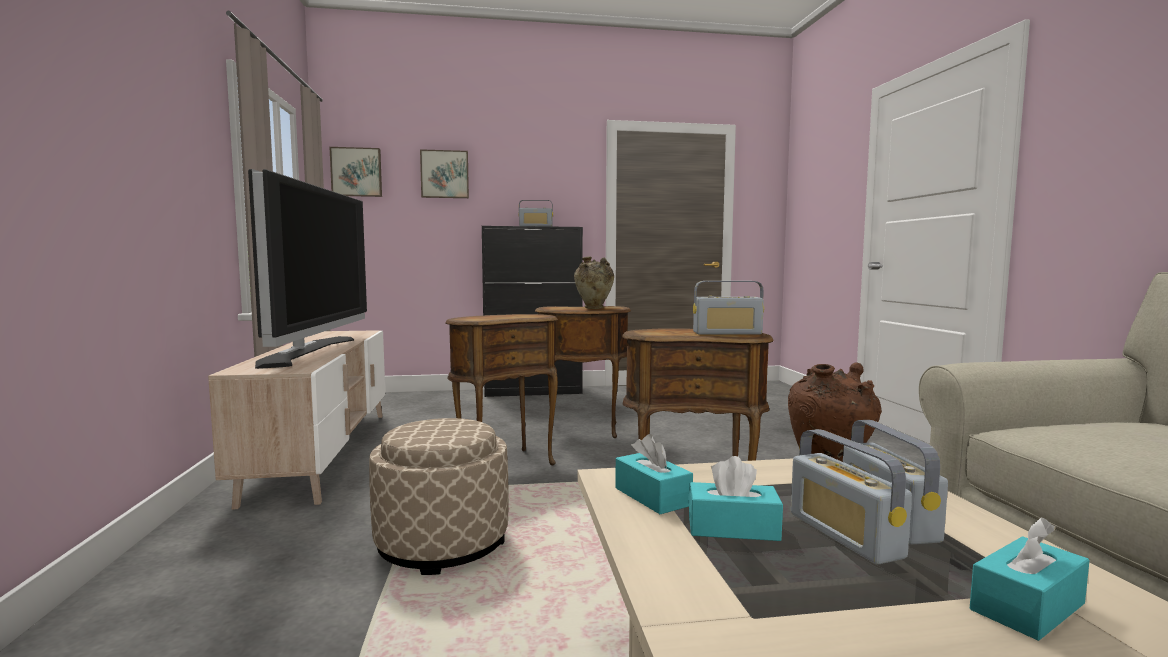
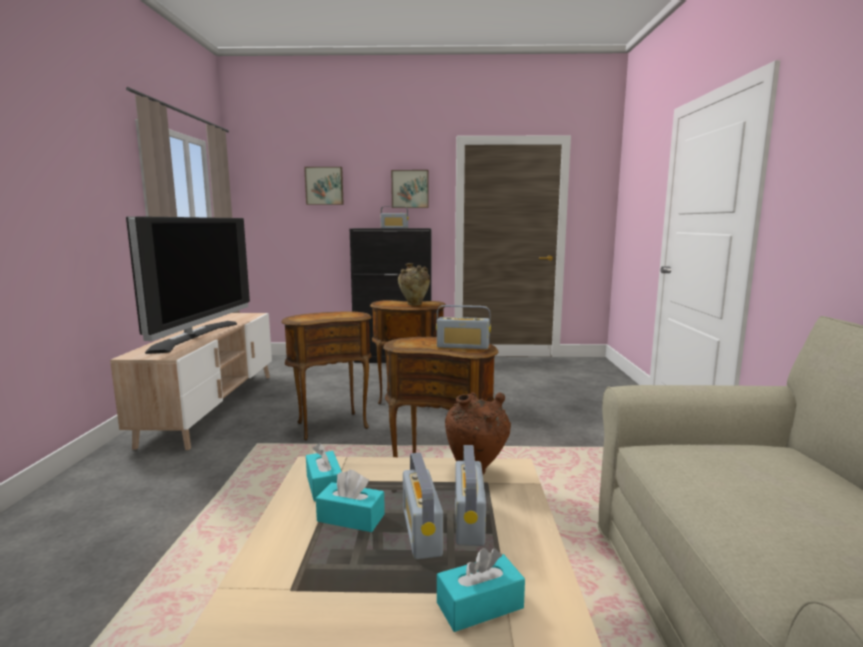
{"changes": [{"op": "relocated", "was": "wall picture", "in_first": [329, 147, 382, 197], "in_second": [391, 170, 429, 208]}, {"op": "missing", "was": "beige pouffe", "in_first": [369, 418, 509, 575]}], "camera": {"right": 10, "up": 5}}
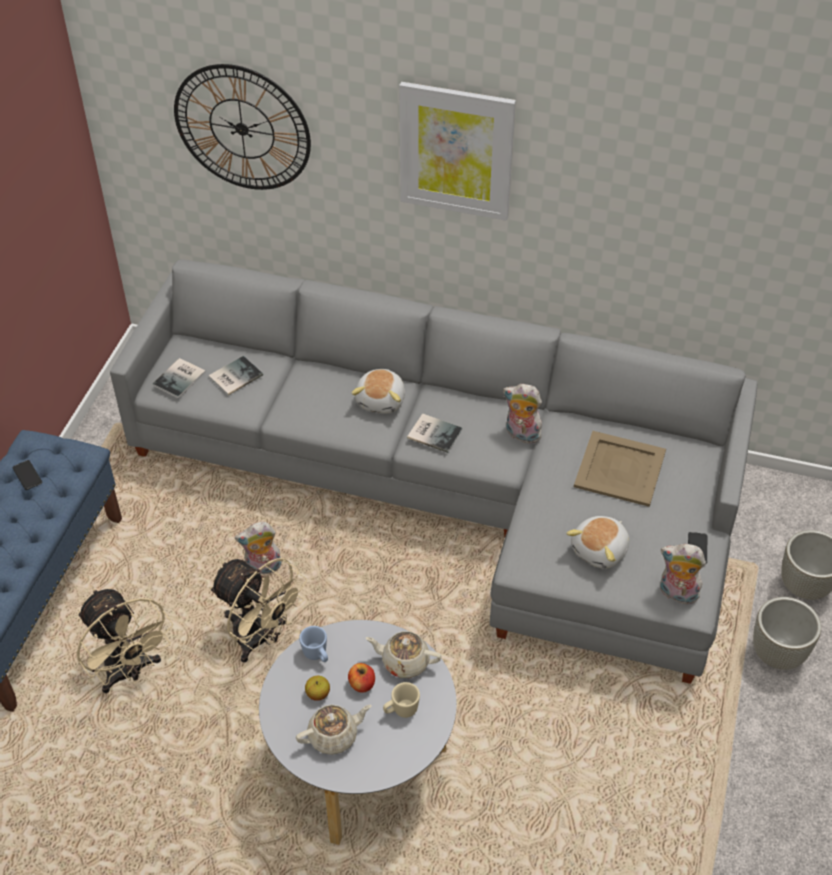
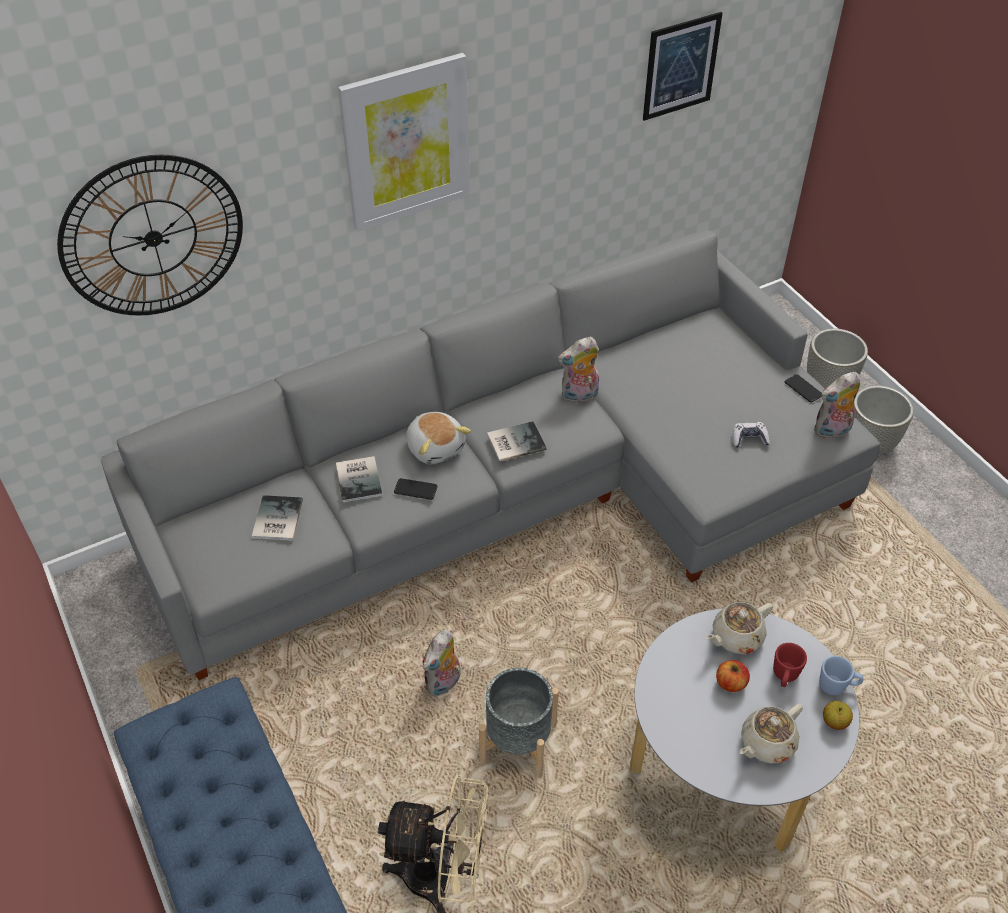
{"changes": [{"op": "relocated", "was": "telephone", "in_first": [12, 460, 42, 490], "in_second": [394, 478, 438, 500]}, {"op": "relocated", "was": "book", "in_first": [152, 358, 206, 398], "in_second": [336, 456, 382, 503]}, {"op": "exchanged", "was": "beige electric fan", "now": "gray flower pot", "in_first": [209, 558, 307, 663], "in_second": [479, 667, 559, 778]}, {"op": "spun", "was": "beige pot for tea", "in_first": [296, 705, 372, 755], "in_second": [739, 704, 803, 764], "clockwise": -150}, {"op": "relocated", "was": "bluish mug", "in_first": [299, 626, 328, 662], "in_second": [819, 656, 863, 695]}, {"op": "relocated", "was": "apple", "in_first": [305, 676, 330, 701], "in_second": [823, 701, 853, 730]}, {"op": "colour", "was": "beige mug", "now": "red mug", "in_first": [383, 682, 420, 718], "in_second": [773, 643, 807, 687]}, {"op": "exchanged", "was": "plush toy", "now": "joypad", "in_first": [566, 516, 629, 569], "in_second": [732, 422, 770, 448]}, {"op": "missing", "was": "beige serving tray", "in_first": [574, 431, 666, 507]}, {"op": "appeared", "now": "wall picture", "in_second": [643, 12, 722, 121]}], "camera": {"right": -45, "up": 0}}
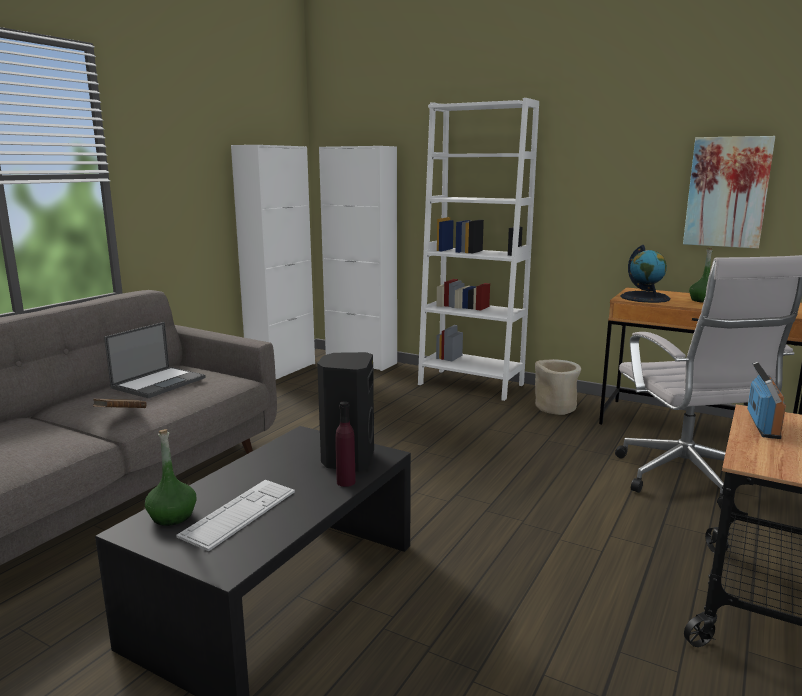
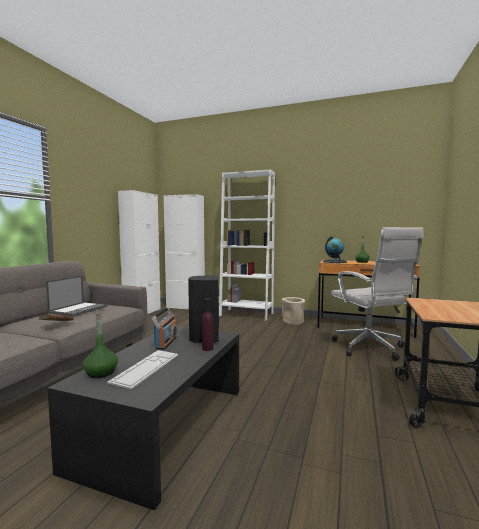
{"changes": [{"op": "missing", "was": "wall picture", "in_first": [683, 136, 775, 248]}, {"op": "relocated", "was": "radio set", "in_first": [747, 362, 786, 439], "in_second": [152, 308, 177, 350]}], "camera": {"right": -10, "up": -10}}
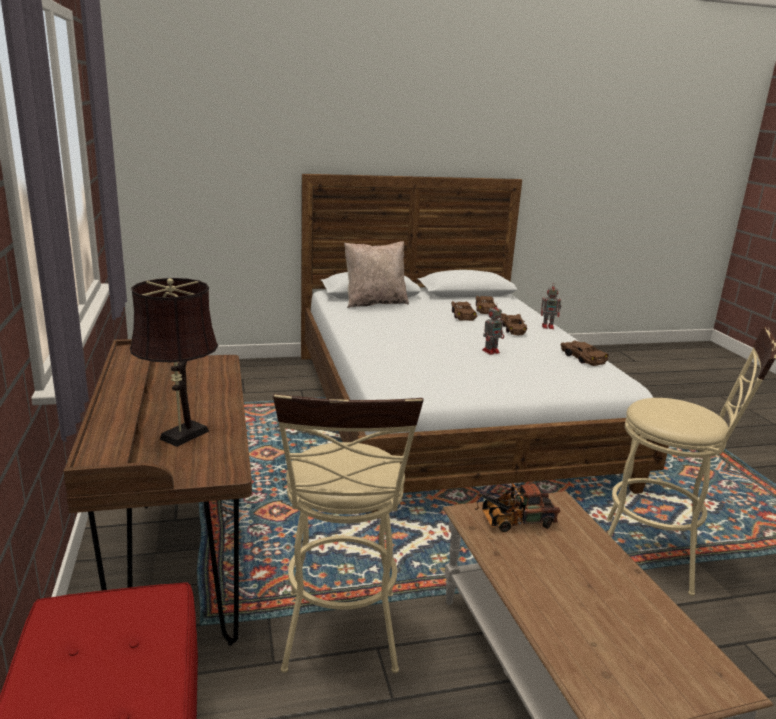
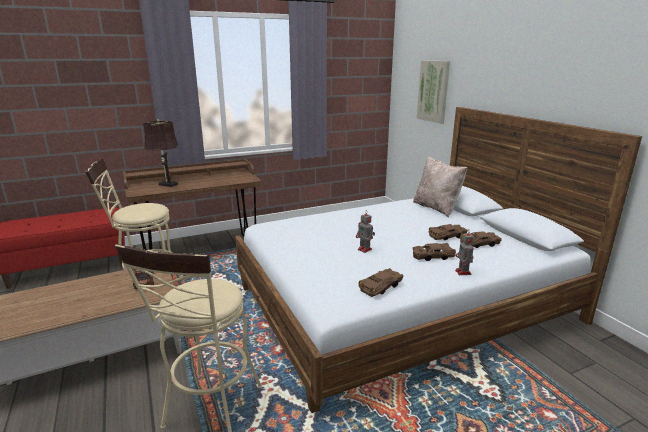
{"changes": [{"op": "appeared", "now": "wall picture", "in_second": [417, 60, 450, 124]}], "camera": {"right": 80, "up": 0}}
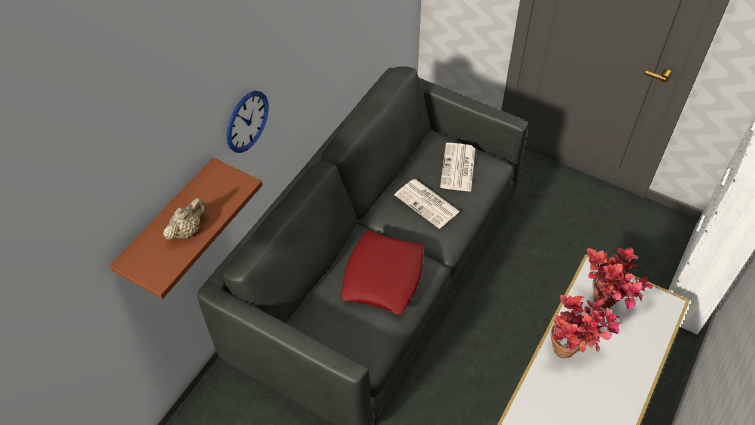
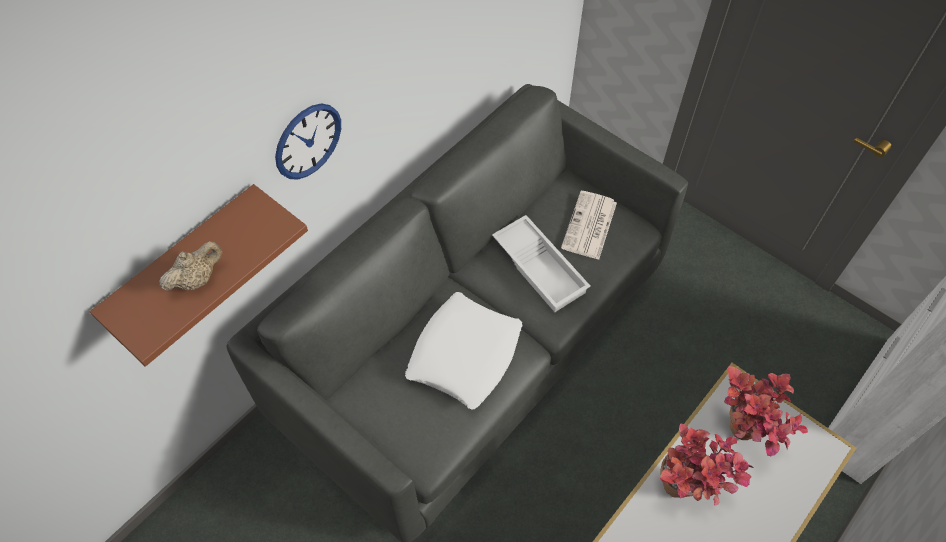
{"changes": [{"op": "colour", "was": "red pillow", "now": "white-coloured pillow", "in_first": [341, 231, 424, 315], "in_second": [405, 292, 523, 410]}, {"op": "exchanged", "was": "newspaper", "now": "white-coloured serving tray", "in_first": [394, 179, 460, 229], "in_second": [492, 215, 590, 312]}], "camera": {"right": 10, "up": 5}}
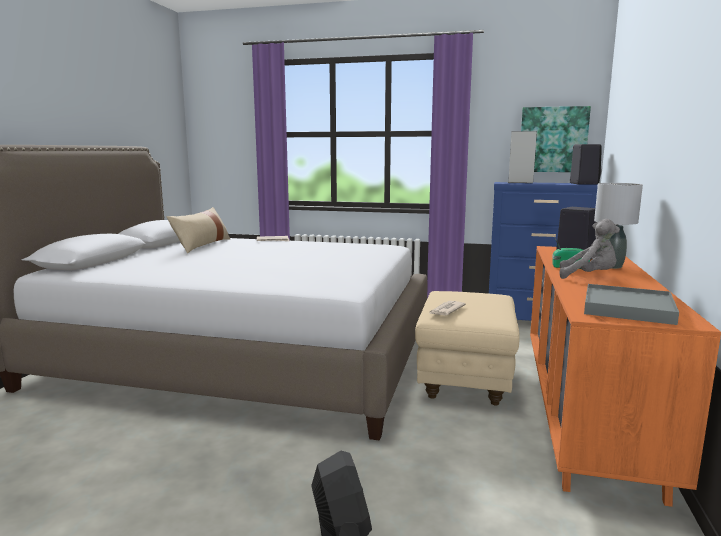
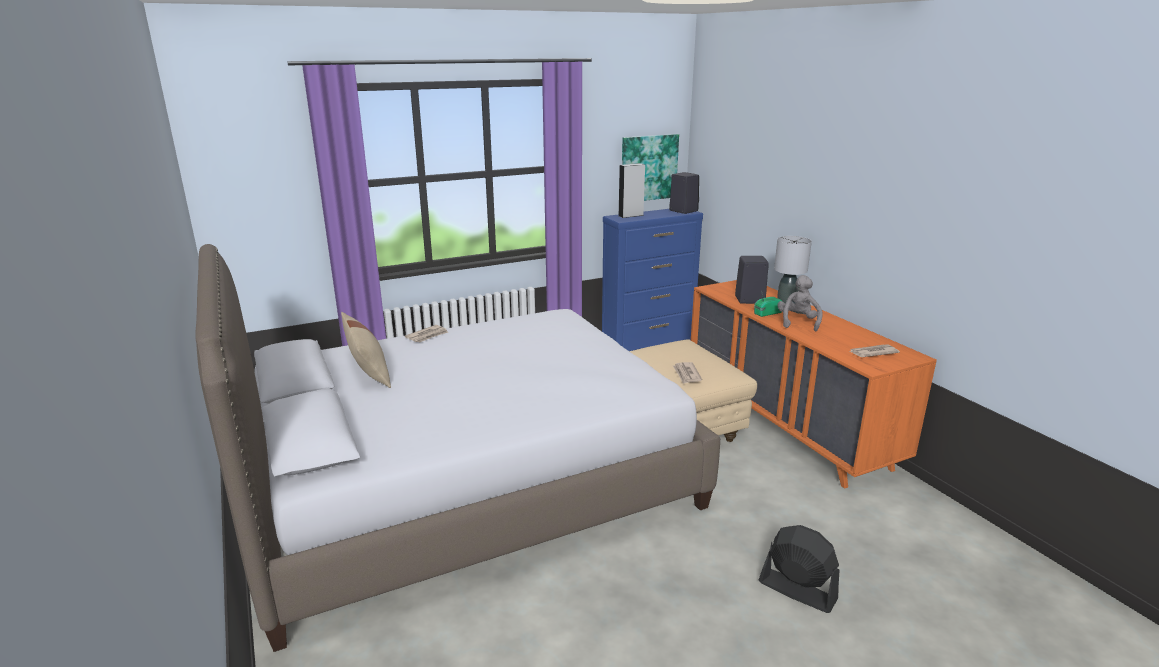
{"changes": [{"op": "spun", "was": "gray plush toy", "in_first": [560, 219, 620, 279], "in_second": [777, 275, 823, 331], "clockwise": -60}, {"op": "exchanged", "was": "gray serving tray", "now": "newspaper", "in_first": [584, 284, 679, 325], "in_second": [849, 344, 900, 357]}], "camera": {"right": -40, "up": 10}}
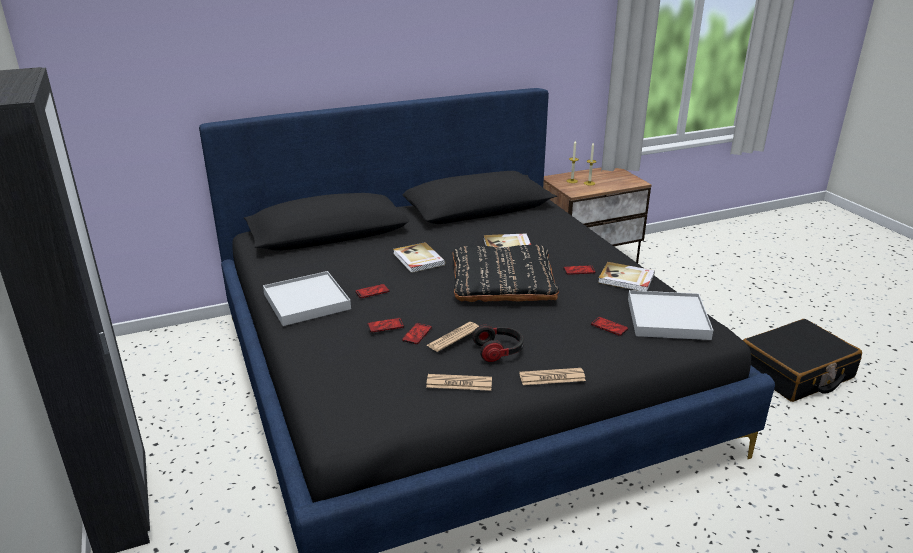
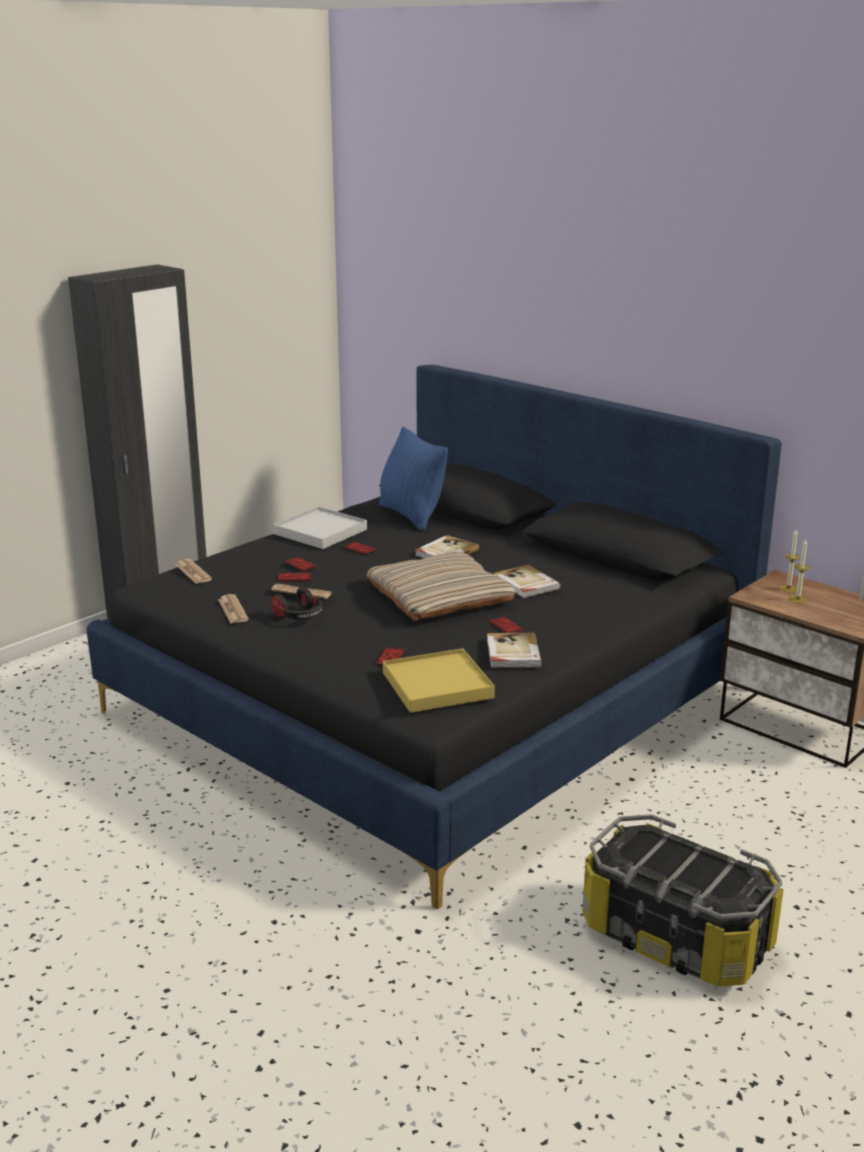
{"changes": [{"op": "colour", "was": "black pillow", "now": "beige pillow", "in_first": [452, 245, 559, 302], "in_second": [366, 552, 516, 621]}, {"op": "relocated", "was": "newspaper", "in_first": [519, 368, 586, 385], "in_second": [175, 559, 212, 584]}, {"op": "colour", "was": "white-coloured serving tray", "now": "yellow serving tray", "in_first": [628, 290, 713, 340], "in_second": [383, 648, 495, 713]}, {"op": "exchanged", "was": "black piece of luggage", "now": "storage container", "in_first": [743, 319, 862, 402], "in_second": [583, 814, 784, 987]}, {"op": "appeared", "now": "bluish pillow", "in_second": [379, 427, 448, 531]}], "camera": {"right": 65, "up": -5}}
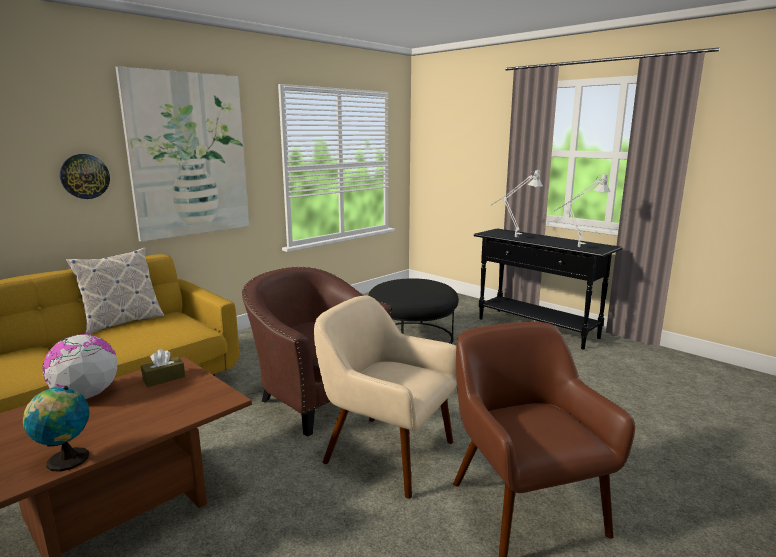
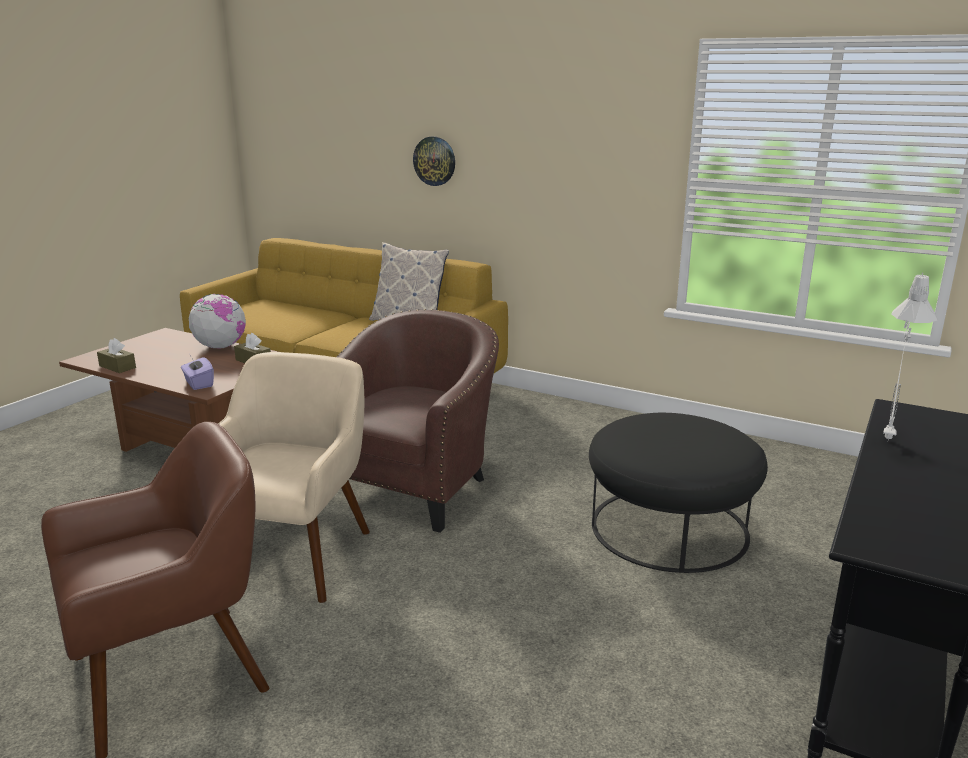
{"changes": [{"op": "exchanged", "was": "desk globe", "now": "brown box of tissues", "in_first": [23, 386, 89, 472], "in_second": [97, 338, 136, 373]}, {"op": "missing", "was": "wall picture", "in_first": [115, 66, 249, 242]}, {"op": "missing", "was": "gray tabletop lamp", "in_first": [554, 174, 611, 247]}, {"op": "appeared", "now": "purplish box of tissues", "in_second": [181, 355, 214, 390]}], "camera": {"right": 75, "up": 5}}
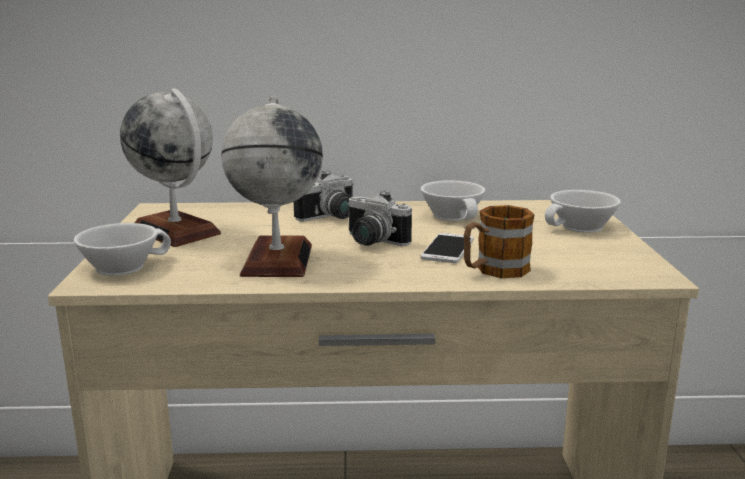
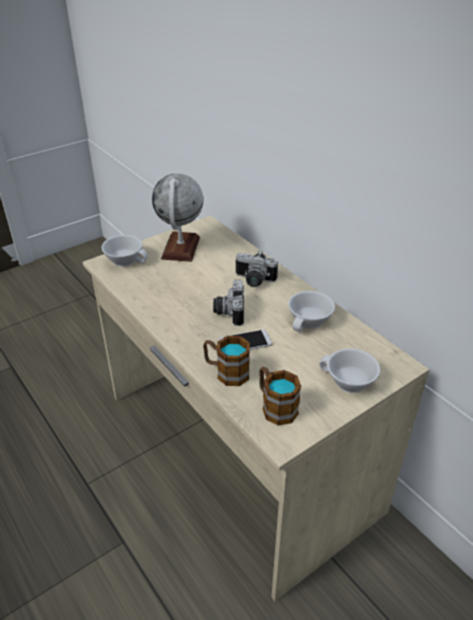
{"changes": [{"op": "missing", "was": "desk globe", "in_first": [221, 96, 323, 277]}, {"op": "appeared", "now": "mug", "in_second": [259, 367, 301, 426]}], "camera": {"right": 55, "up": 20}}
